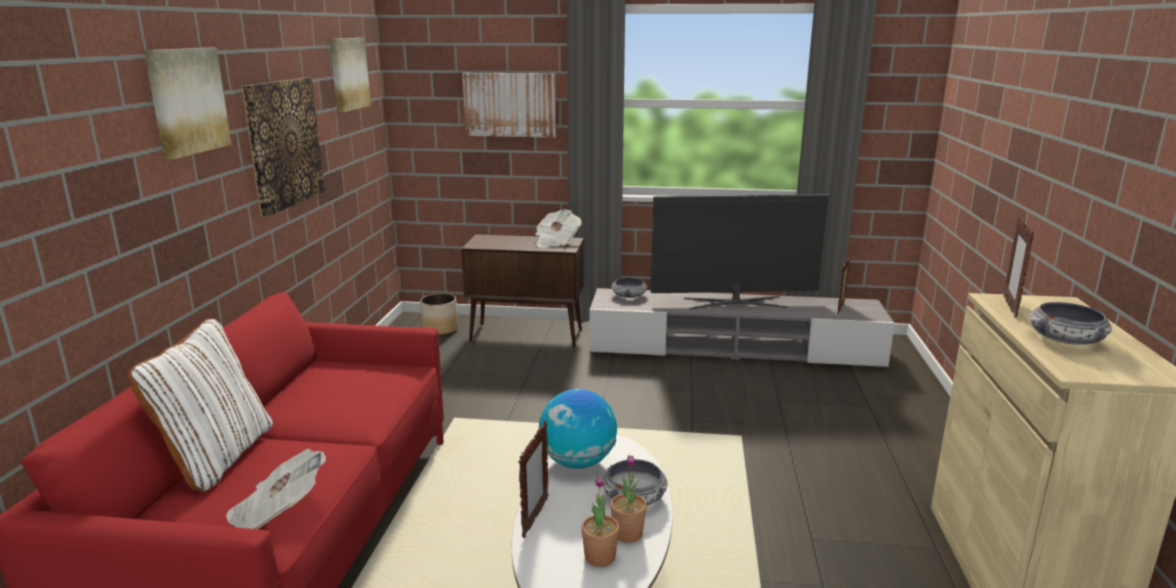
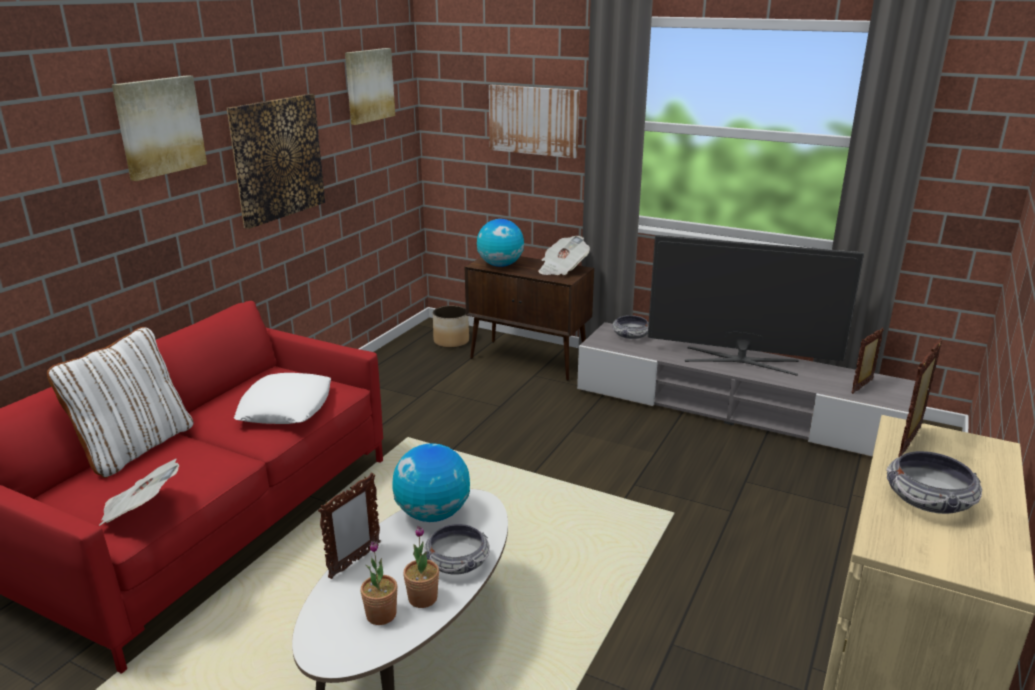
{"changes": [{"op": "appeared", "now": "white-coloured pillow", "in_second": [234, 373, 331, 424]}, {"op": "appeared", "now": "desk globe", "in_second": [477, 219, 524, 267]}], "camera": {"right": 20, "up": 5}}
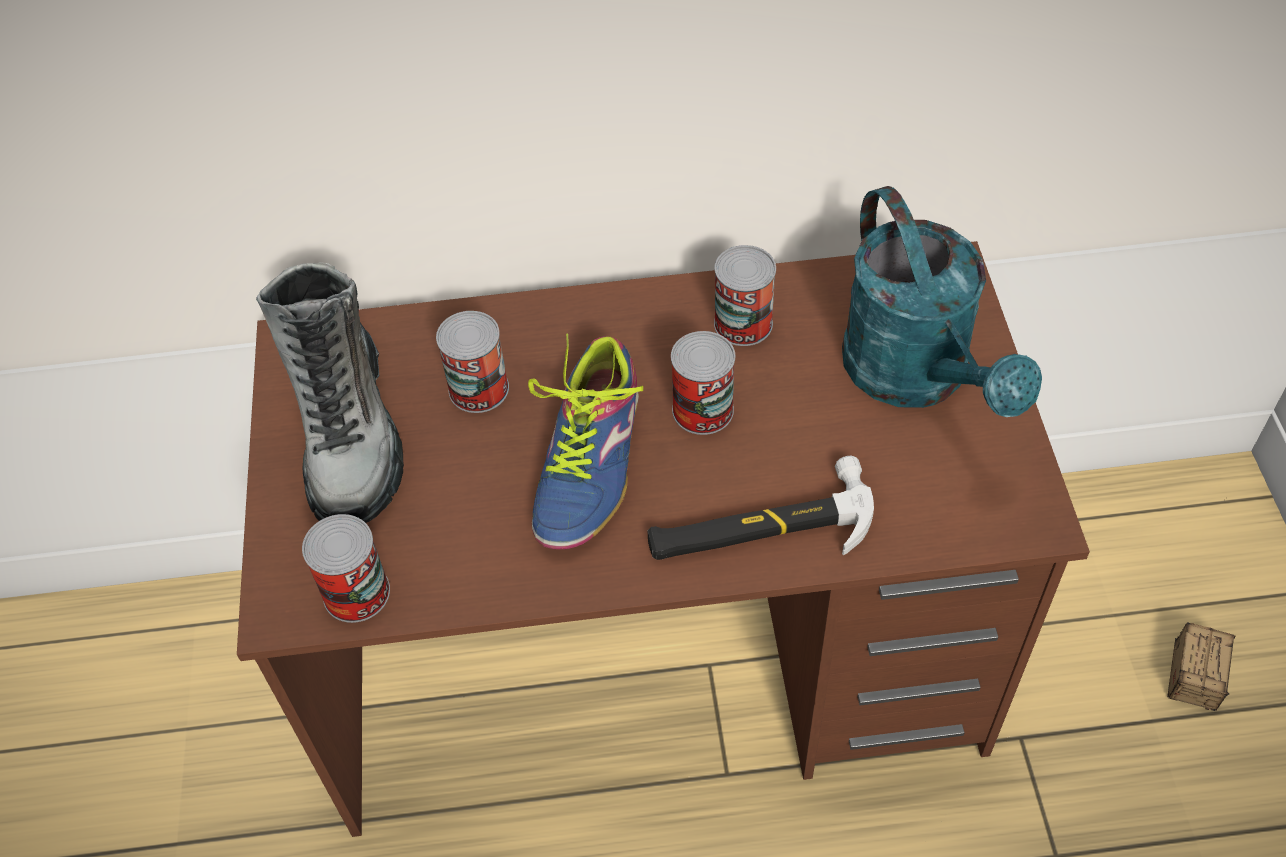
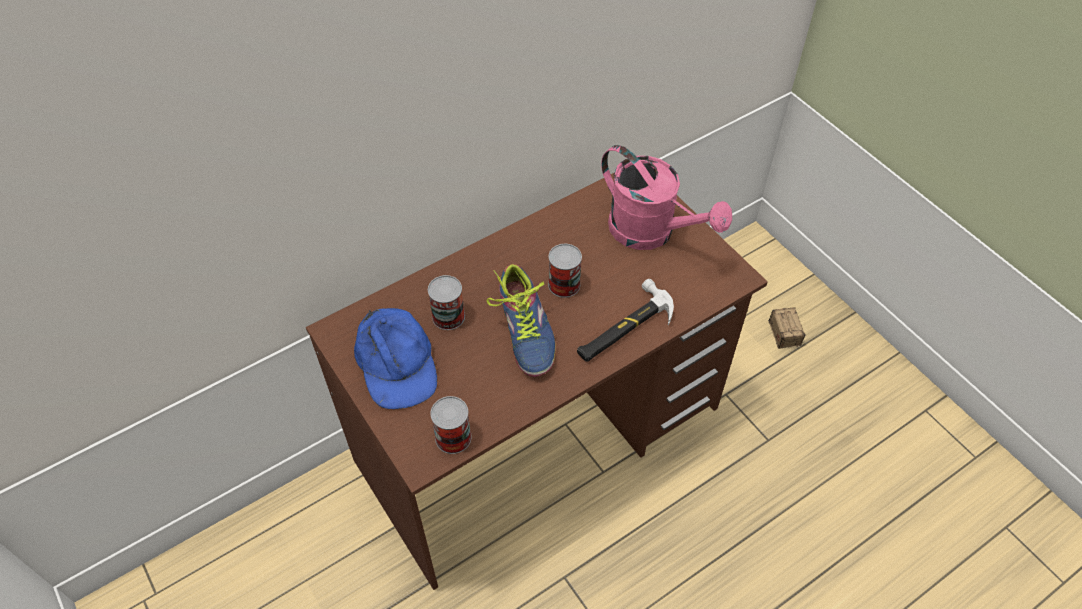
{"changes": [{"op": "exchanged", "was": "tall boot", "now": "bluish baseball cap", "in_first": [256, 262, 404, 523], "in_second": [354, 308, 437, 409]}, {"op": "missing", "was": "metal can", "in_first": [714, 245, 776, 346]}, {"op": "colour", "was": "turquoise-coloured watering pot", "now": "pink watering pot", "in_first": [842, 186, 1042, 417], "in_second": [601, 145, 732, 250]}], "camera": {"right": -30, "up": 0}}
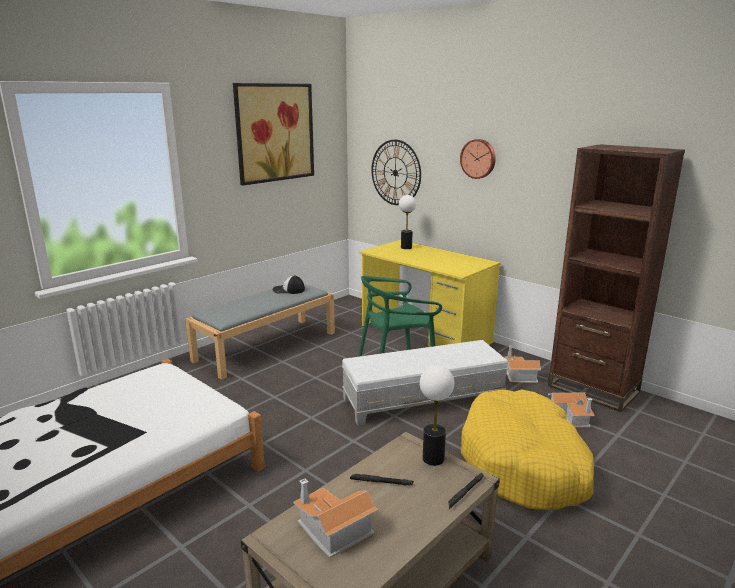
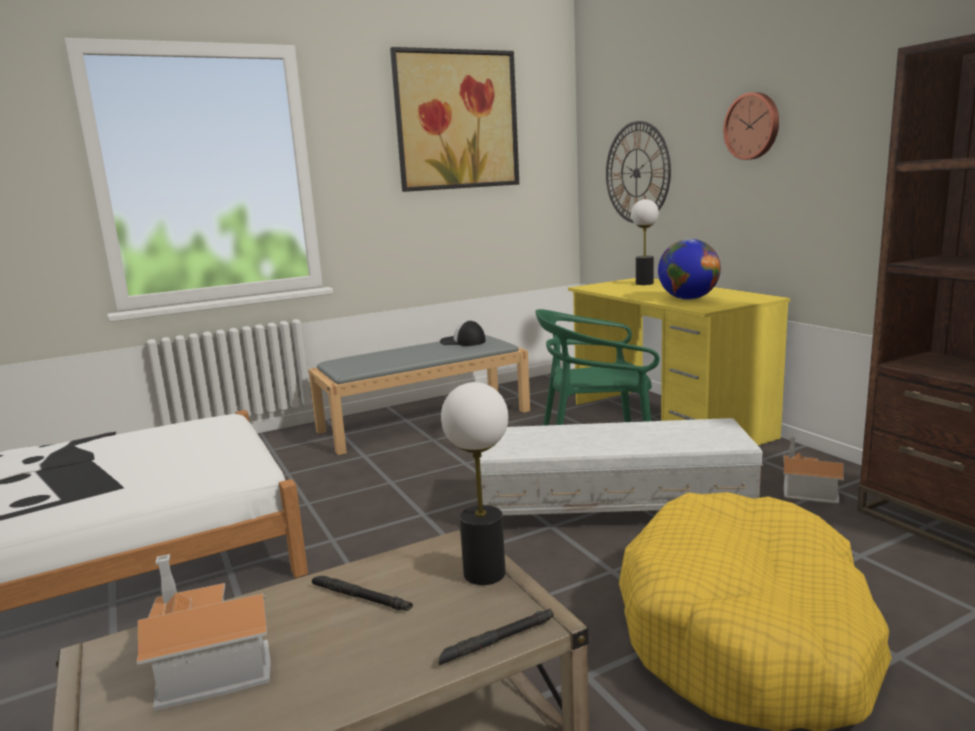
{"changes": [{"op": "missing", "was": "model house", "in_first": [548, 393, 595, 428]}, {"op": "appeared", "now": "desk globe", "in_second": [658, 239, 721, 300]}], "camera": {"right": 20, "up": -5}}
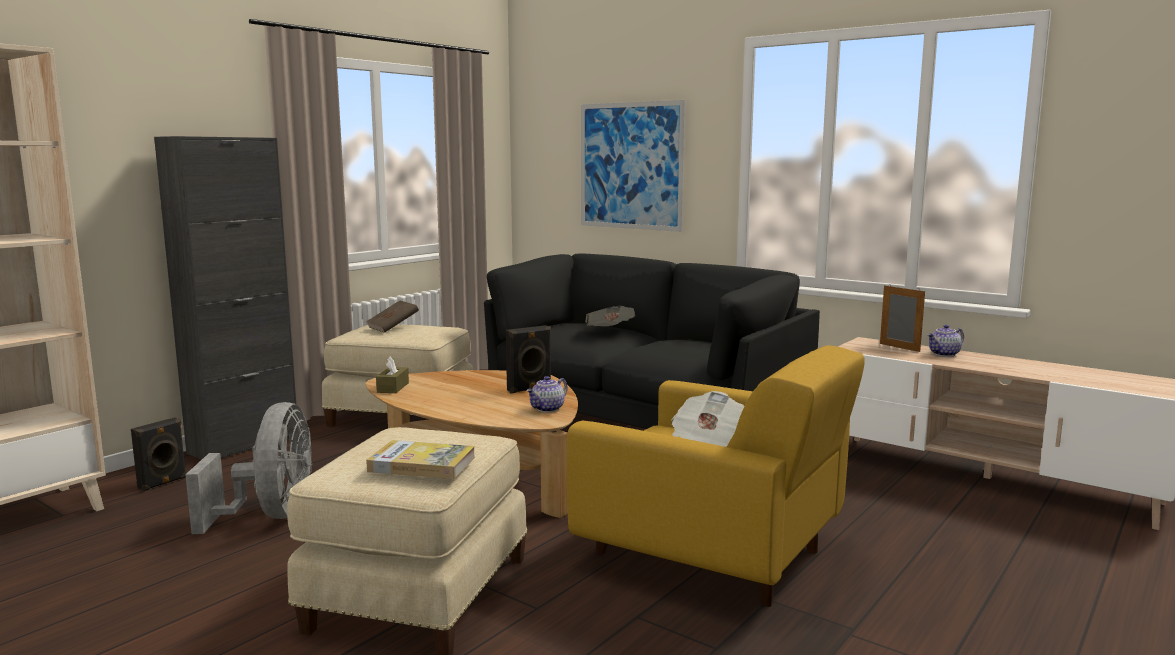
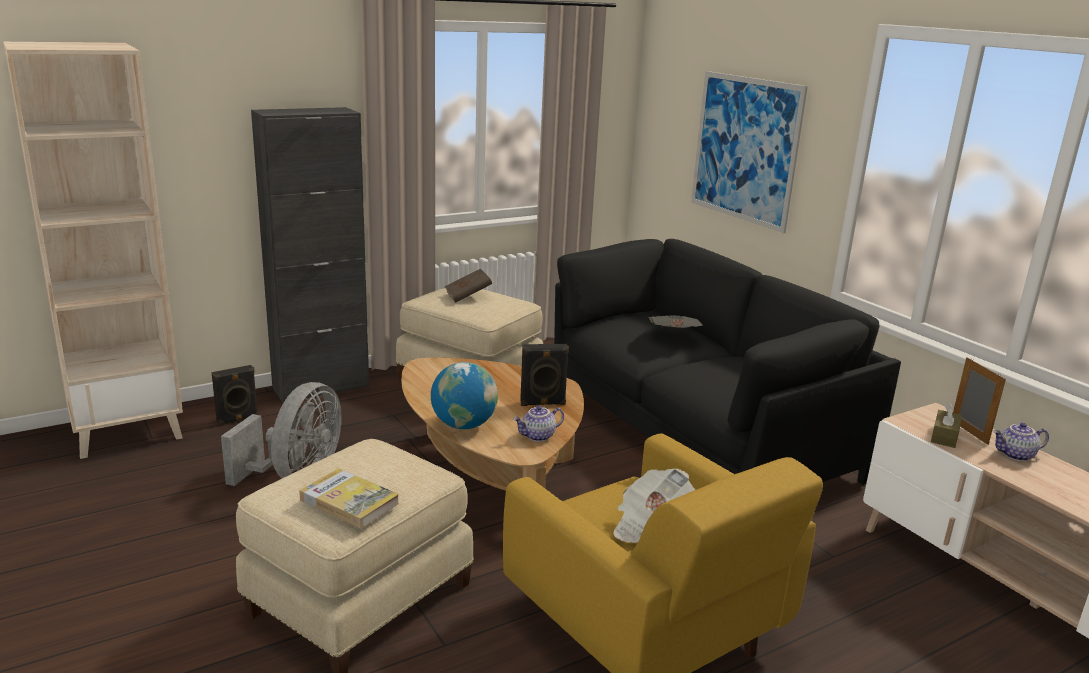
{"changes": [{"op": "relocated", "was": "brown box of tissues", "in_first": [376, 356, 409, 393], "in_second": [931, 403, 962, 448]}, {"op": "appeared", "now": "desk globe", "in_second": [431, 362, 498, 429]}], "camera": {"right": 20, "up": 10}}
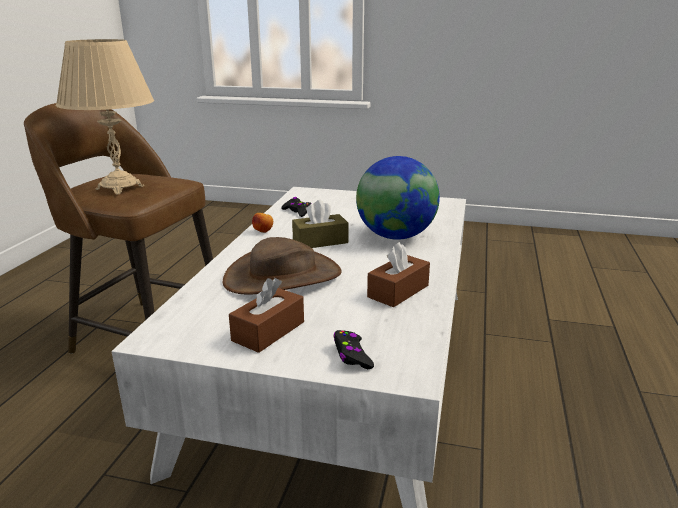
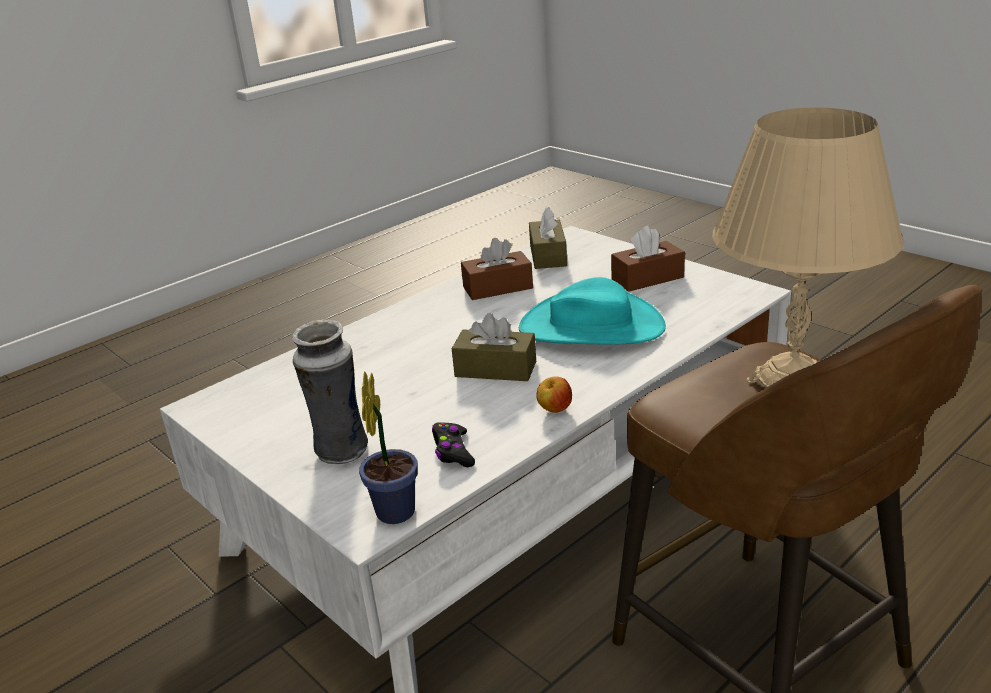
{"changes": [{"op": "colour", "was": "brown wearable hat", "now": "turquoise-coloured wearable hat", "in_first": [223, 237, 342, 294], "in_second": [519, 277, 666, 345]}, {"op": "missing", "was": "black joypad", "in_first": [334, 330, 374, 369]}, {"op": "missing", "was": "desk globe", "in_first": [356, 156, 440, 240]}, {"op": "appeared", "now": "vase", "in_second": [292, 320, 368, 464]}, {"op": "appeared", "now": "potted plant", "in_second": [359, 371, 418, 524]}, {"op": "appeared", "now": "brown box of tissues", "in_second": [529, 207, 567, 269]}], "camera": {"right": -145, "up": 5}}
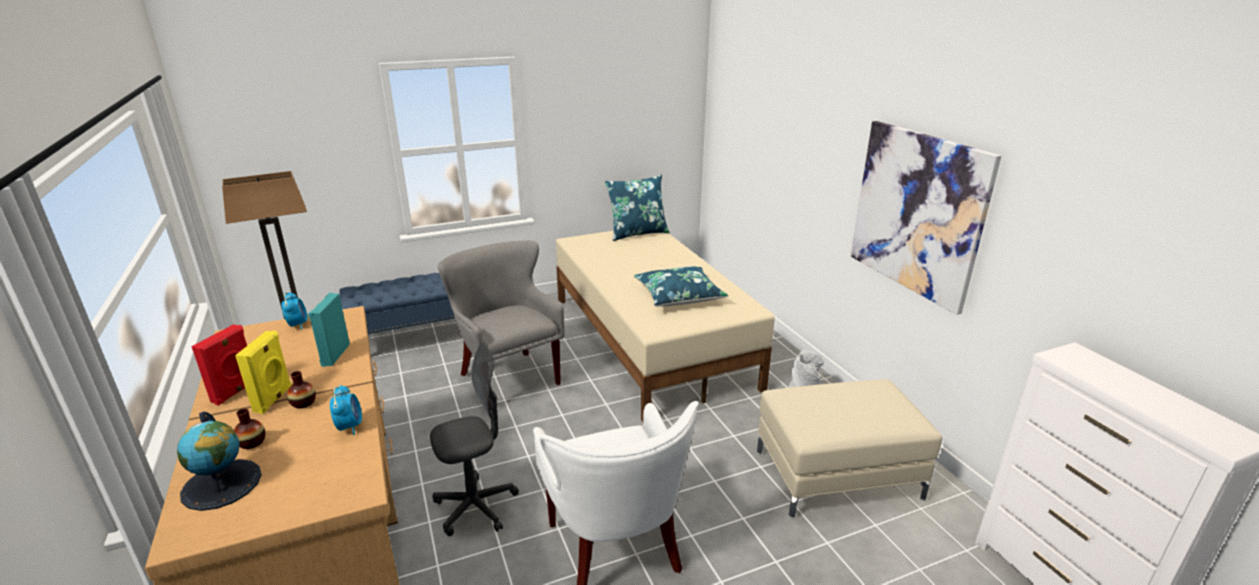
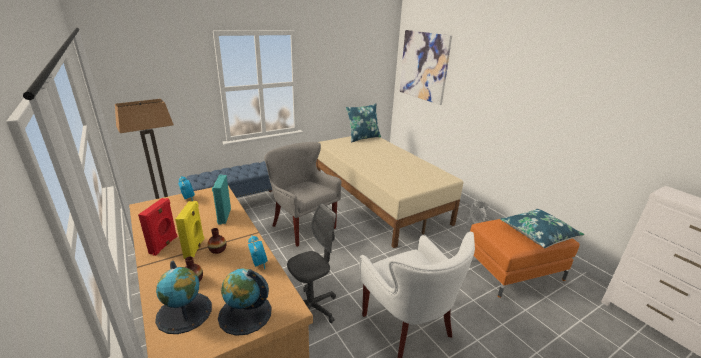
{"changes": [{"op": "relocated", "was": "bluish pillow", "in_first": [634, 266, 728, 306], "in_second": [500, 209, 584, 248]}, {"op": "colour", "was": "beige pouffe", "now": "orange-coloured pouffe", "in_first": [757, 379, 942, 519], "in_second": [470, 219, 580, 298]}, {"op": "relocated", "was": "wall picture", "in_first": [851, 121, 1001, 315], "in_second": [399, 30, 452, 105]}, {"op": "appeared", "now": "desk globe", "in_second": [218, 268, 272, 336]}], "camera": {"right": -10, "up": 0}}
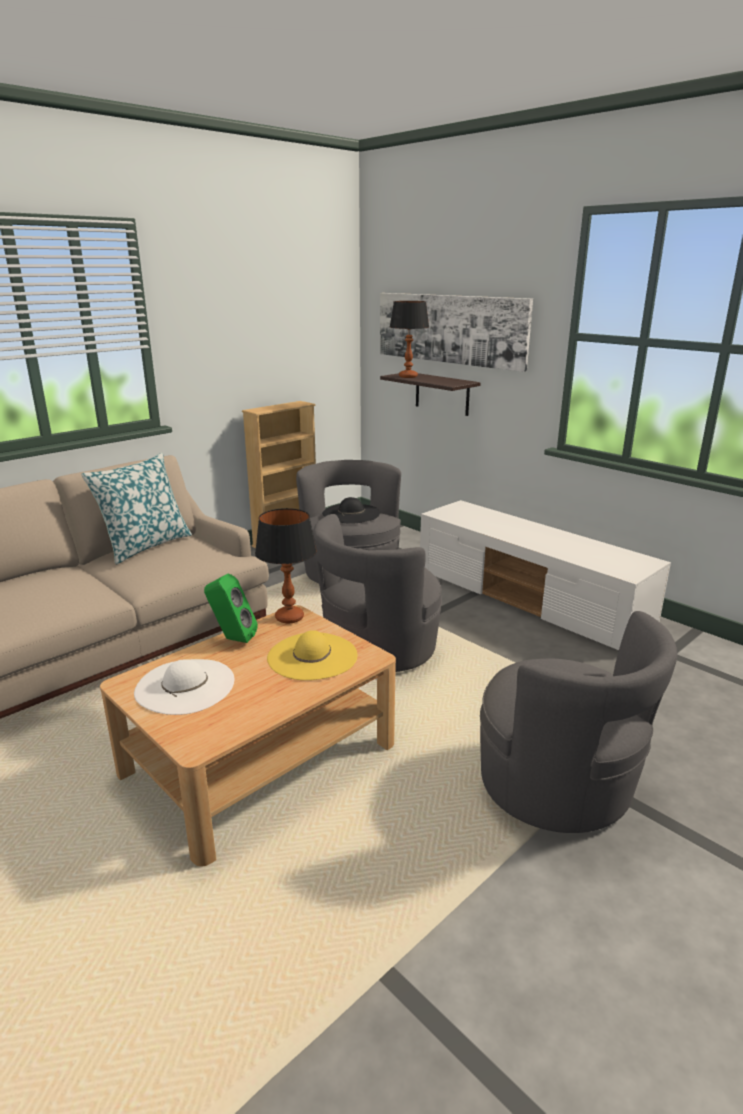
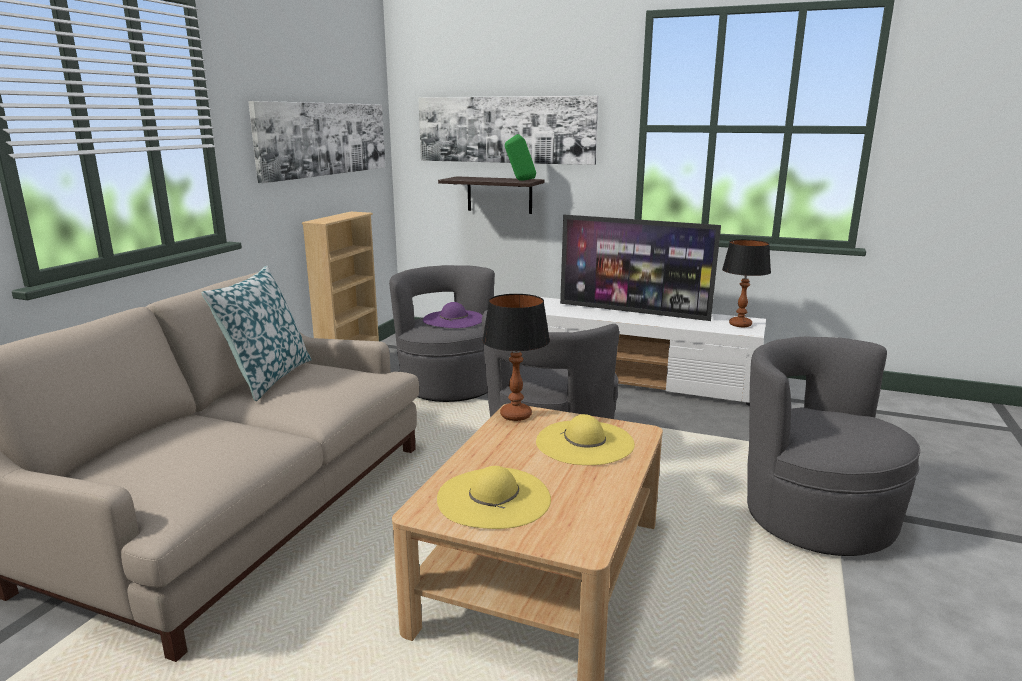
{"changes": [{"op": "colour", "was": "white-coloured wearable hat", "now": "yellow wearable hat", "in_first": [134, 659, 234, 715], "in_second": [437, 466, 551, 529]}, {"op": "relocated", "was": "green-coloured speaker", "in_first": [204, 574, 258, 643], "in_second": [505, 134, 536, 181]}, {"op": "colour", "was": "black wearable hat", "now": "purplish wearable hat", "in_first": [322, 497, 380, 524], "in_second": [423, 302, 482, 328]}, {"op": "relocated", "was": "tabletop lamp", "in_first": [390, 301, 429, 378], "in_second": [722, 239, 771, 327]}, {"op": "spun", "was": "gray easy chair", "in_first": [480, 611, 678, 833], "in_second": [747, 337, 920, 556], "clockwise": -150}, {"op": "appeared", "now": "wall picture", "in_second": [248, 101, 385, 183]}, {"op": "appeared", "now": "TV set", "in_second": [560, 215, 721, 321]}], "camera": {"right": -25, "up": -5}}
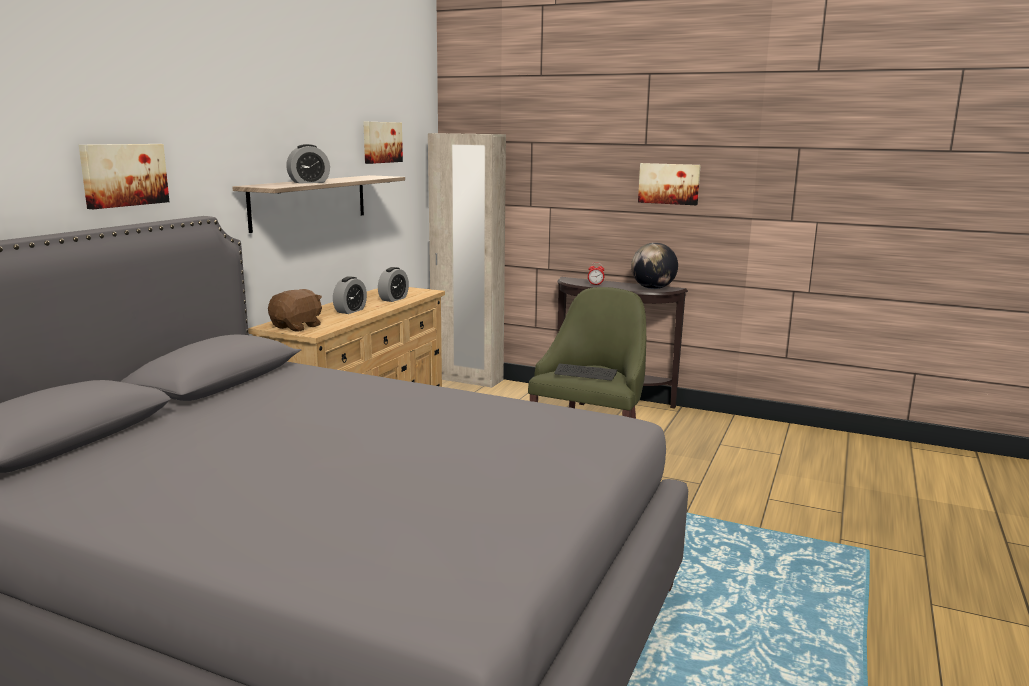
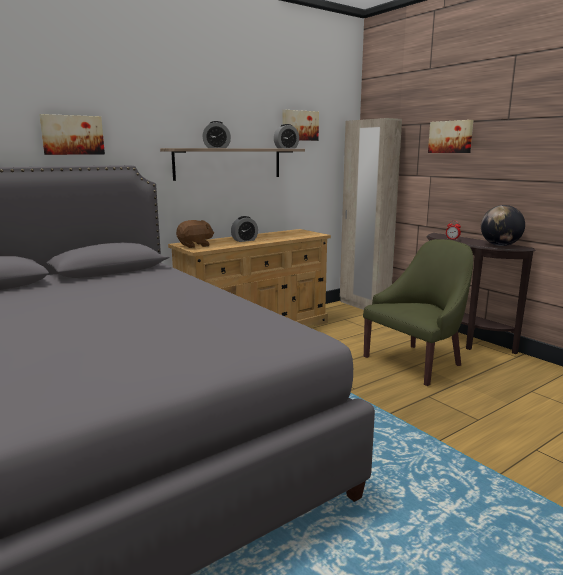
{"changes": [{"op": "relocated", "was": "bedside clock", "in_first": [378, 267, 409, 302], "in_second": [274, 124, 299, 149]}, {"op": "missing", "was": "PC keyboard", "in_first": [554, 363, 617, 381]}, {"op": "relocated", "was": "wall picture", "in_first": [638, 163, 701, 205], "in_second": [428, 120, 473, 153]}], "camera": {"right": 30, "up": 0}}
